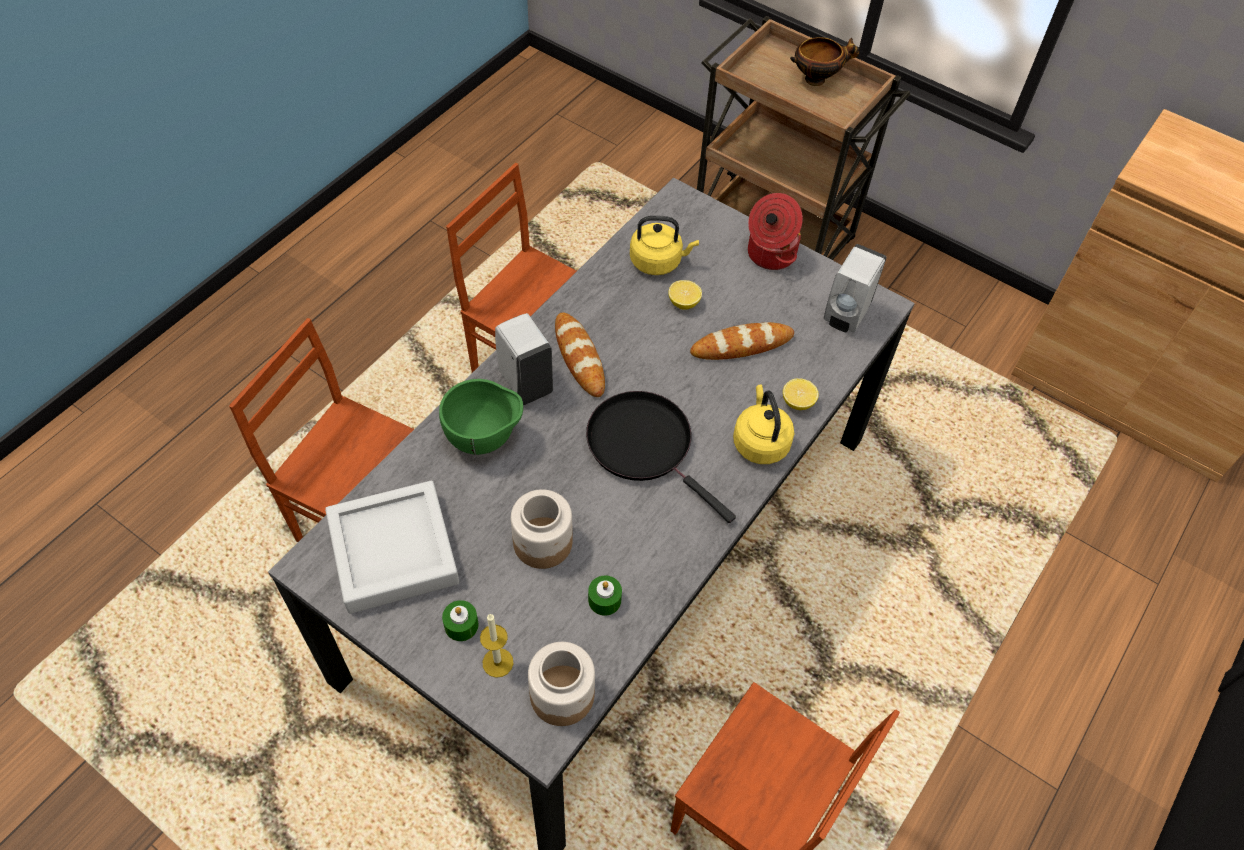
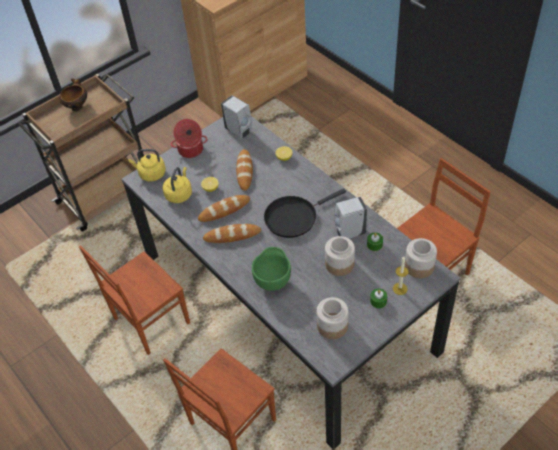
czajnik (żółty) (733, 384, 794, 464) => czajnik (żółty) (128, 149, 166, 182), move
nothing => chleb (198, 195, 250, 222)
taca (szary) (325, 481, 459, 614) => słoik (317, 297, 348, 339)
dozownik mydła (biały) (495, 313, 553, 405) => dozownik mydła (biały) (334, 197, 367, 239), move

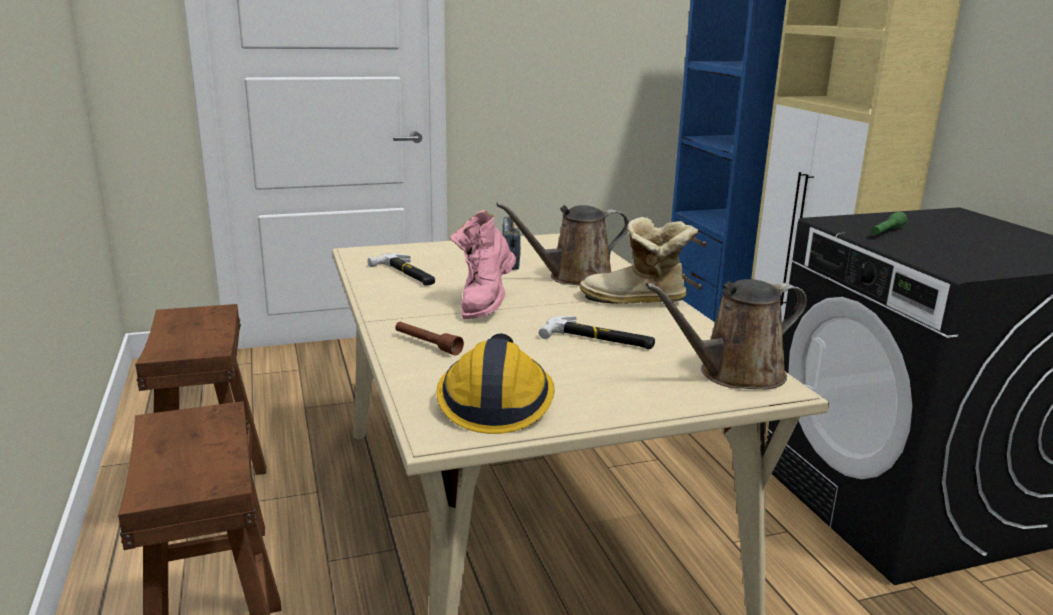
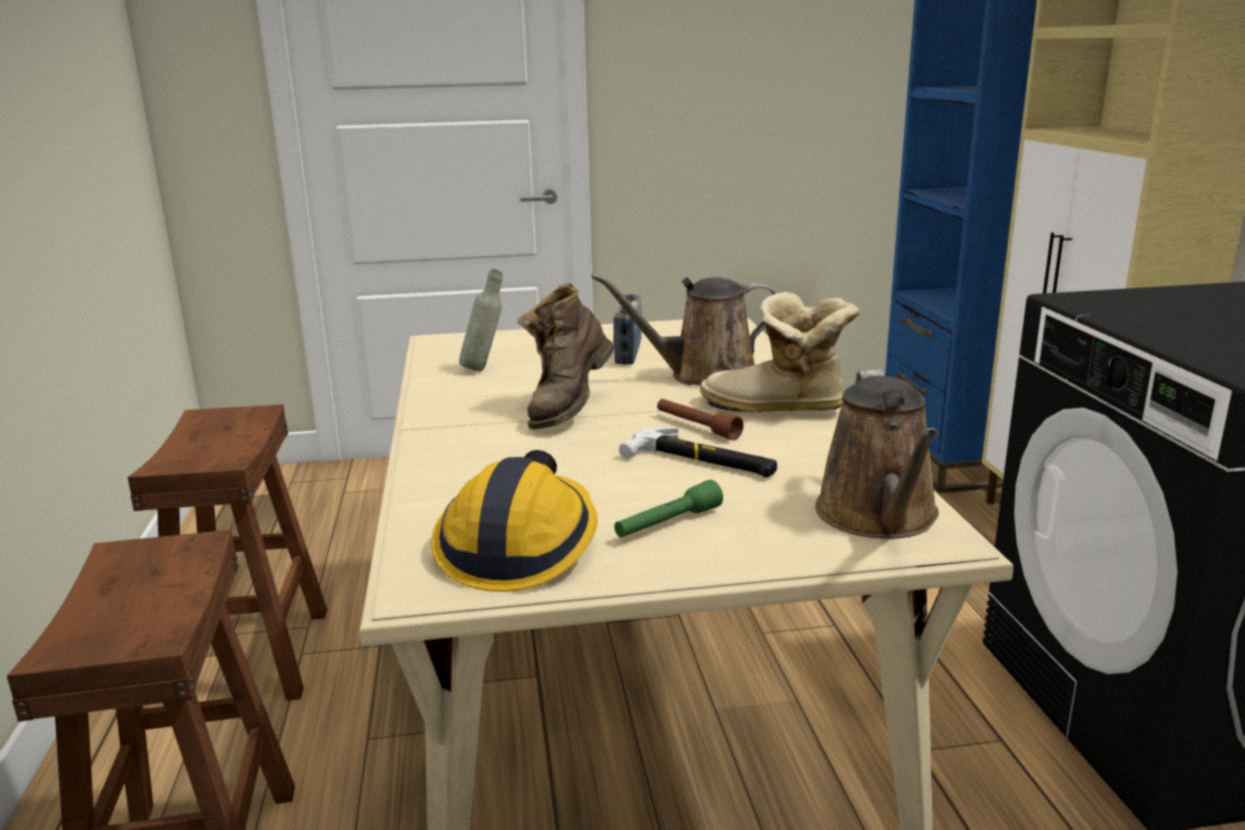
młotek (368, 253, 435, 286) => butelka (szary) (459, 269, 503, 371)
but z cholewką (różowy) (450, 210, 516, 319) => but z cholewką (brązowy) (518, 283, 614, 429)
latarka (zielony) (871, 212, 907, 235) => latarka (zielony) (614, 480, 723, 538), move
latarka (brązowy) (395, 322, 464, 356) => latarka (brązowy) (657, 399, 744, 440), move
konewka (brązowy) (645, 279, 807, 390) => konewka (brązowy) (815, 369, 939, 539), 75 degrees counterclockwise

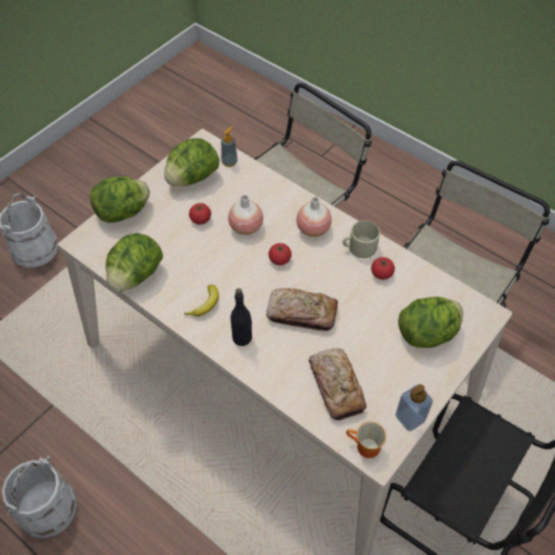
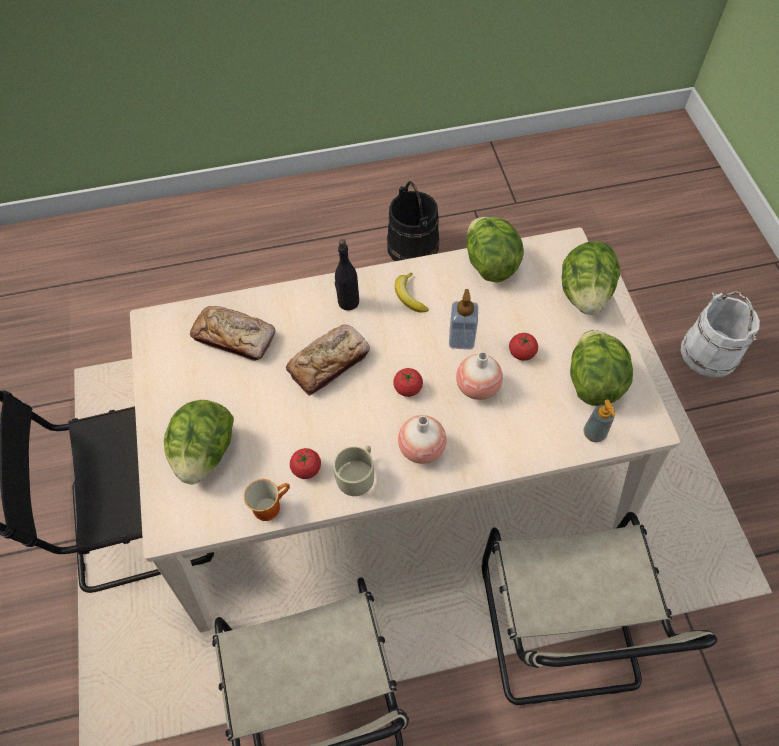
kubek (346, 422, 386, 458) => kubek (244, 479, 290, 521), move
wiadro (biały) (2, 456, 77, 538) => wiadro (czarny) (387, 181, 440, 261)
dozownik mydła (395, 384, 433, 431) => dozownik mydła (449, 289, 478, 349), move

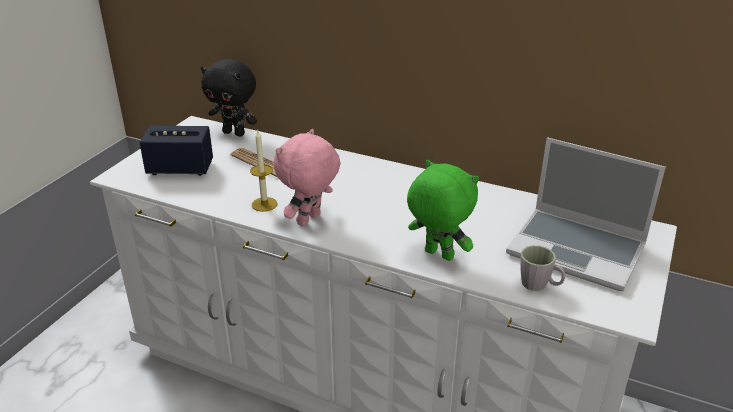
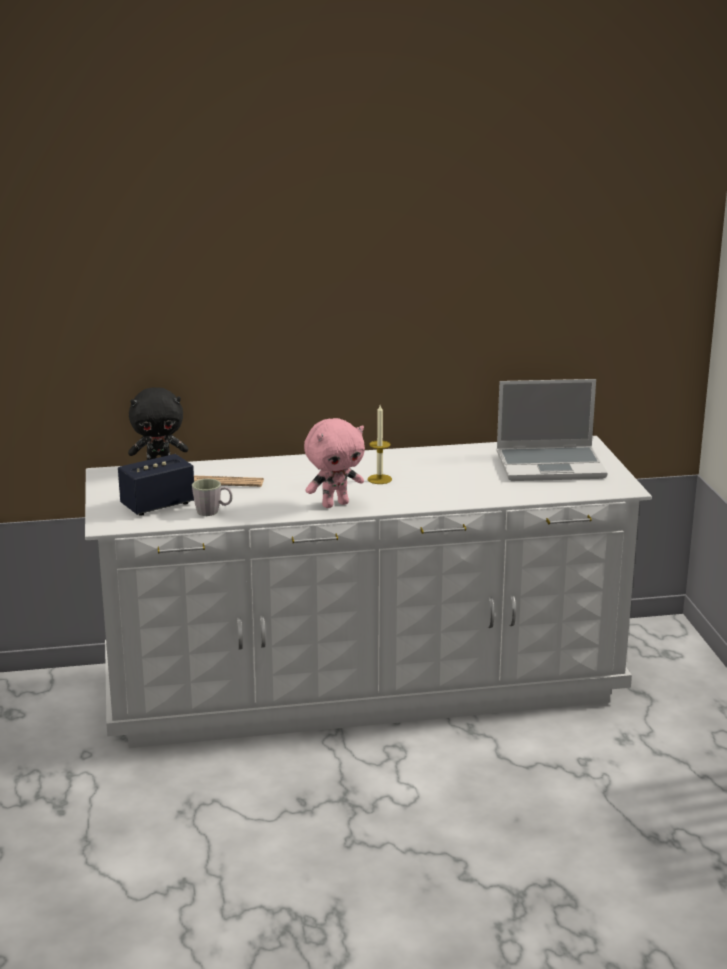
kubek (szary) (520, 245, 565, 291) => kubek (szary) (192, 479, 233, 516), move
pluszak (różowy) (274, 129, 341, 226) => pluszak (różowy) (304, 418, 365, 508), 120 degrees counterclockwise
świeca (250, 131, 277, 212) => świeca (368, 405, 392, 484), move
pluszak (zielony) (407, 160, 479, 261) => nothing

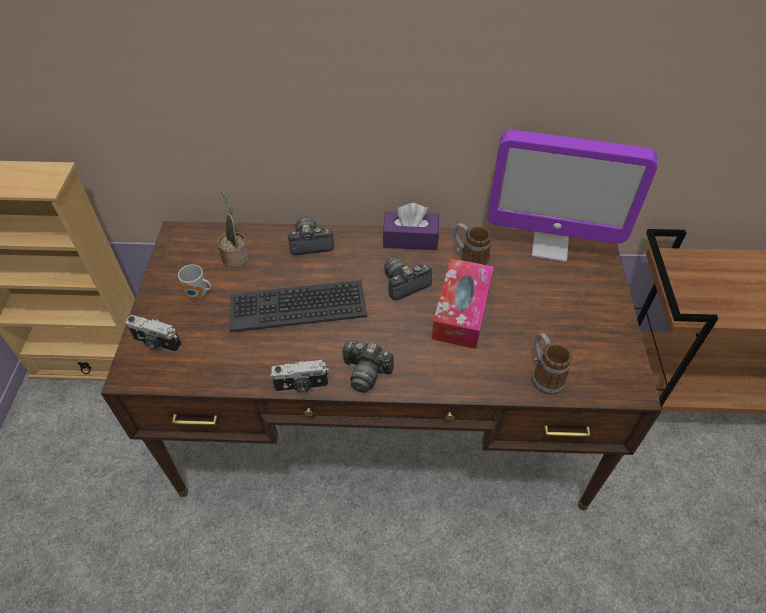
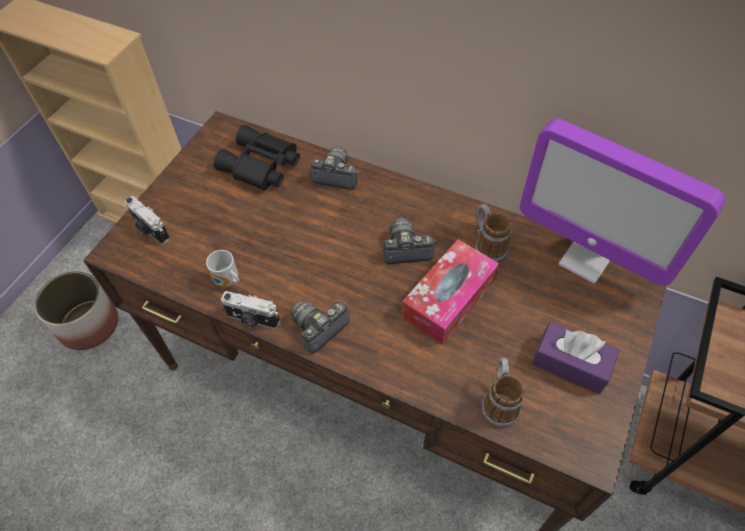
nothing => donica (35, 271, 118, 350)
kubek (178, 264, 212, 299) => kubek (206, 250, 239, 287), move
roślina doniczkowa (217, 189, 249, 268) => lornetka (czarny) (214, 125, 300, 191)
aparat fotograficzny (341, 340, 394, 393) => aparat fotograficzny (291, 300, 350, 354), 90 degrees clockwise
pudełko chusteczek (fioletowy) (383, 203, 439, 250) => pudełko chusteczek (fioletowy) (532, 322, 619, 394), move
klawiatura (230, 280, 367, 332) => nothing

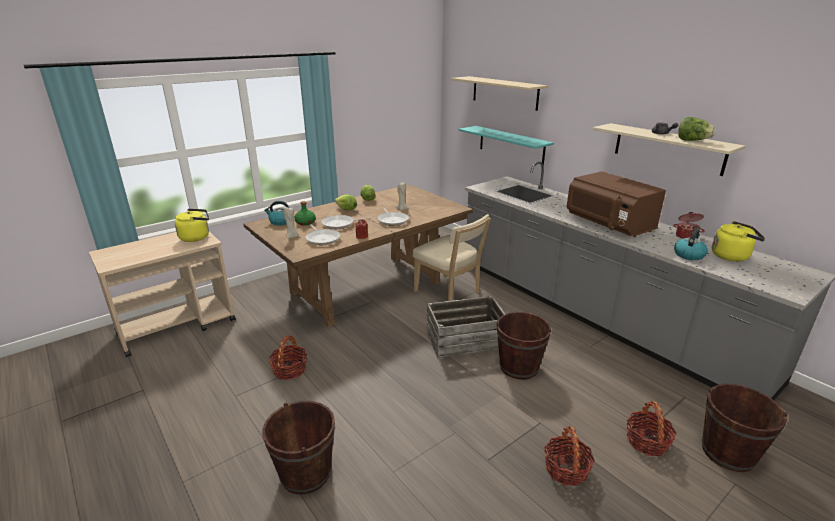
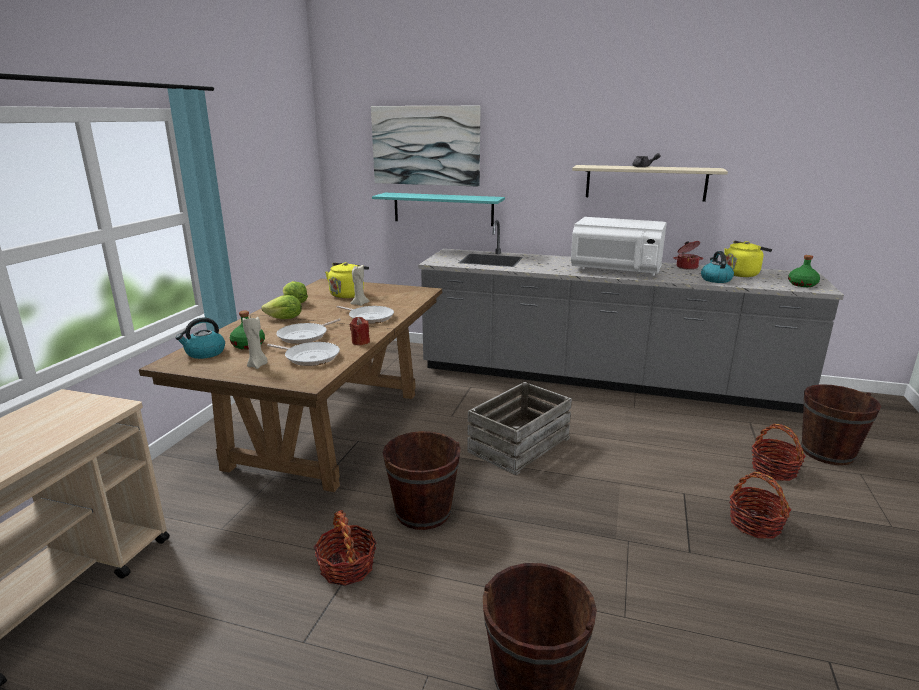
czajnik (żółty) (175, 209, 209, 242) => czajnik (żółty) (325, 262, 369, 298), move
półka (beżowy) (451, 76, 548, 111) => obraz (371, 106, 480, 187)
wiadro (brązowy) (497, 312, 551, 380) => wiadro (brązowy) (383, 431, 461, 530), move
mikrofalówka (brązowy) (567, 171, 666, 237) => mikrofalówka (biały) (571, 217, 667, 276)
nothing => butelka (zielony) (788, 255, 820, 287)
krzesło (beżowy) (413, 214, 491, 301) => nothing
sałata (678, 117, 716, 141) => nothing

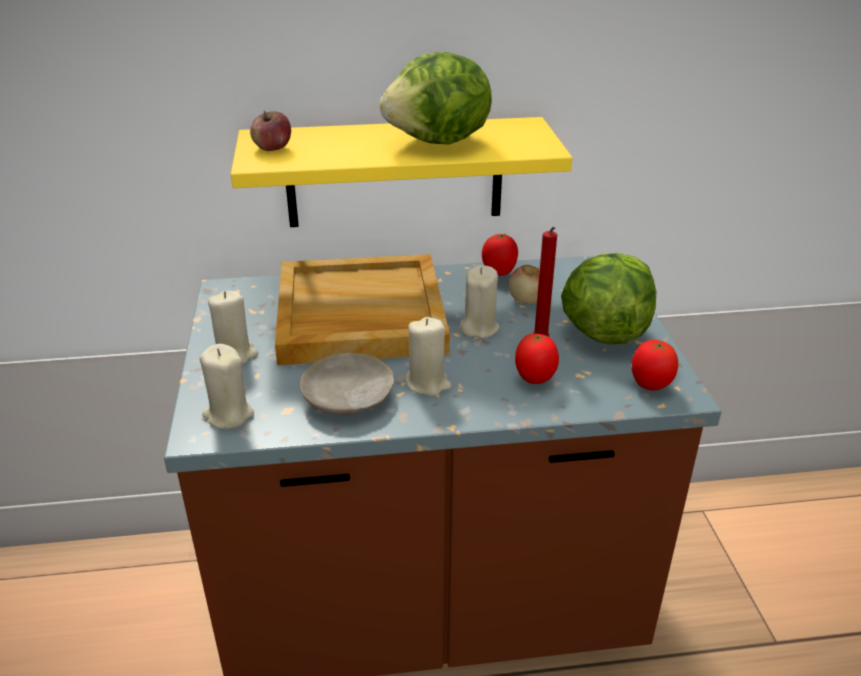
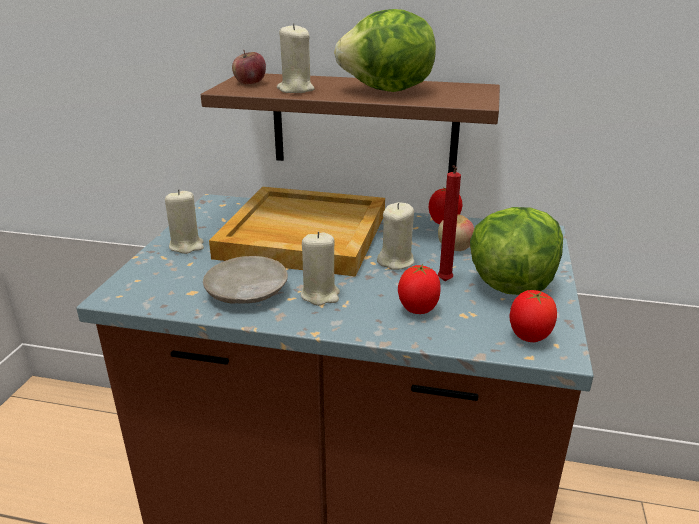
półka (żółty) (231, 117, 573, 227) => półka (brązowy) (201, 74, 500, 173)
świeca (beżowy) (200, 344, 254, 429) => świeca (beżowy) (277, 23, 315, 93), move

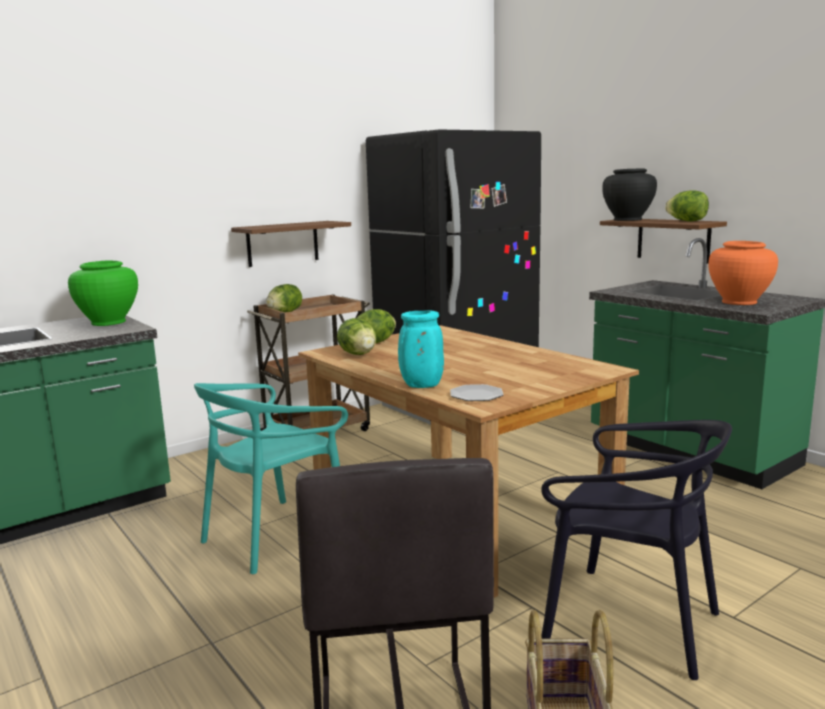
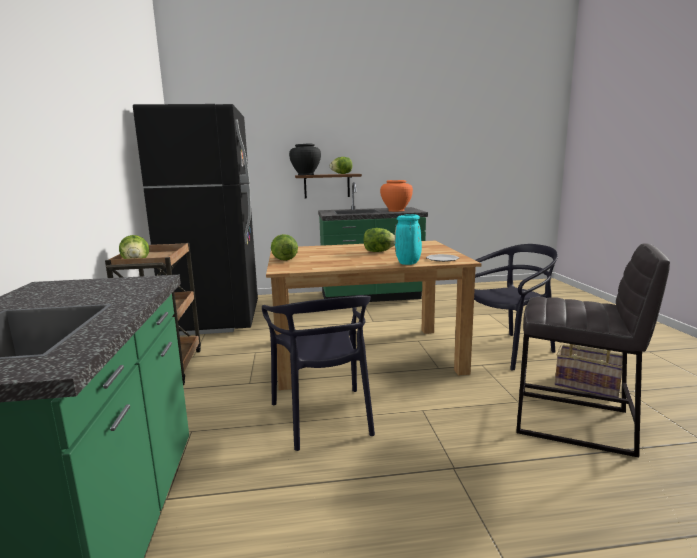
krzesło (turkusowy) (194, 383, 348, 574) => krzesło (czarny) (262, 295, 375, 451)
sałata (337, 318, 376, 355) => sałata (363, 228, 395, 252), move
wazon (zielony) (68, 261, 138, 326) => nothing
półka (brązowy) (231, 221, 351, 267) => nothing

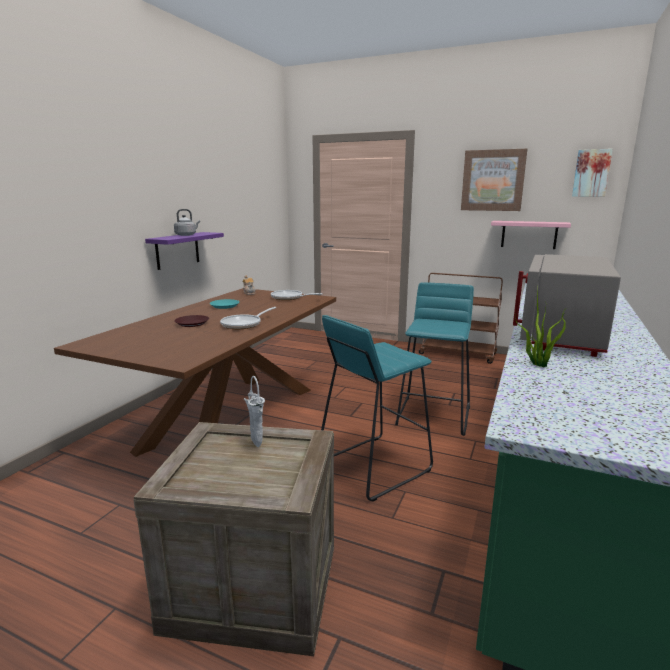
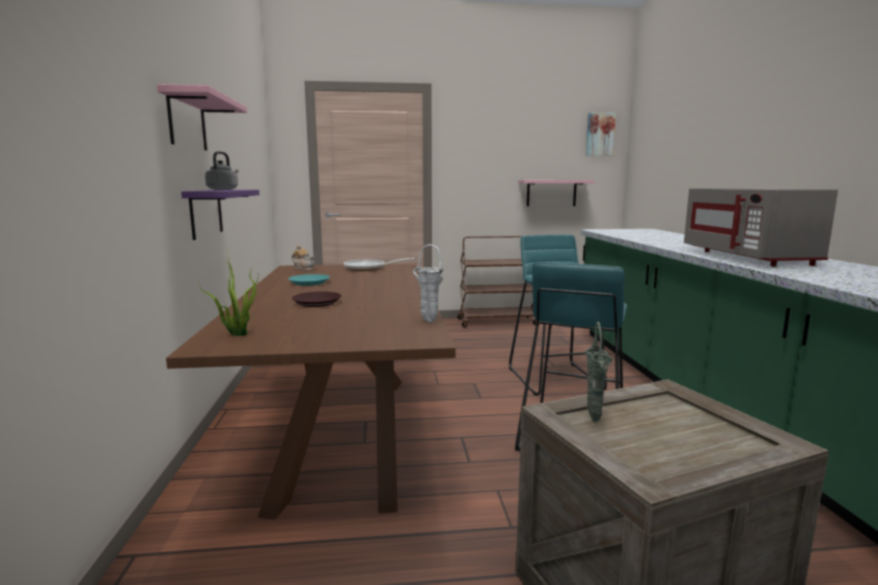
nothing => półka (różowy) (157, 84, 247, 150)
roślina doniczkowa (515, 285, 567, 367) => roślina doniczkowa (198, 254, 259, 336), move
wazon (biały) (244, 376, 265, 447) => wazon (biały) (413, 244, 444, 322), move
nothing => wazon (zielony) (585, 321, 613, 422)
patelnia (220, 307, 276, 329) => nothing
obraz (461, 149, 527, 211) => nothing

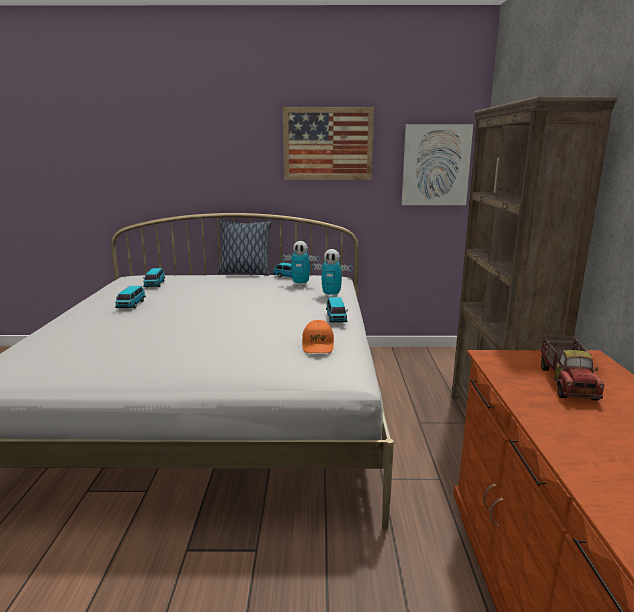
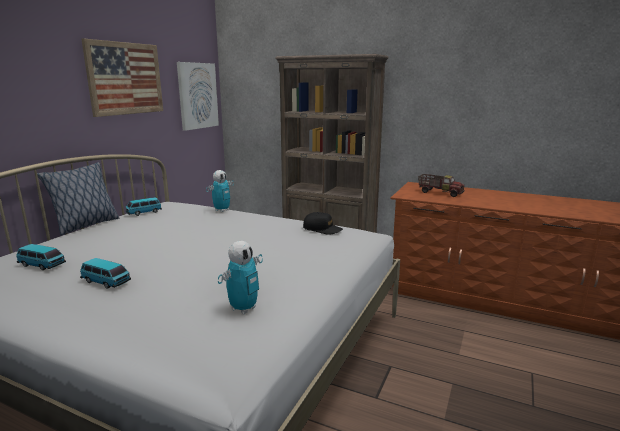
robot zabawkowy (282, 241, 320, 286) => robot zabawkowy (218, 241, 263, 314), move
czapka z daszkiem (pomarańczowy) (302, 320, 334, 353) => czapka z daszkiem (czarny) (303, 212, 343, 235)
samochodzik (326, 297, 348, 323) => nothing

